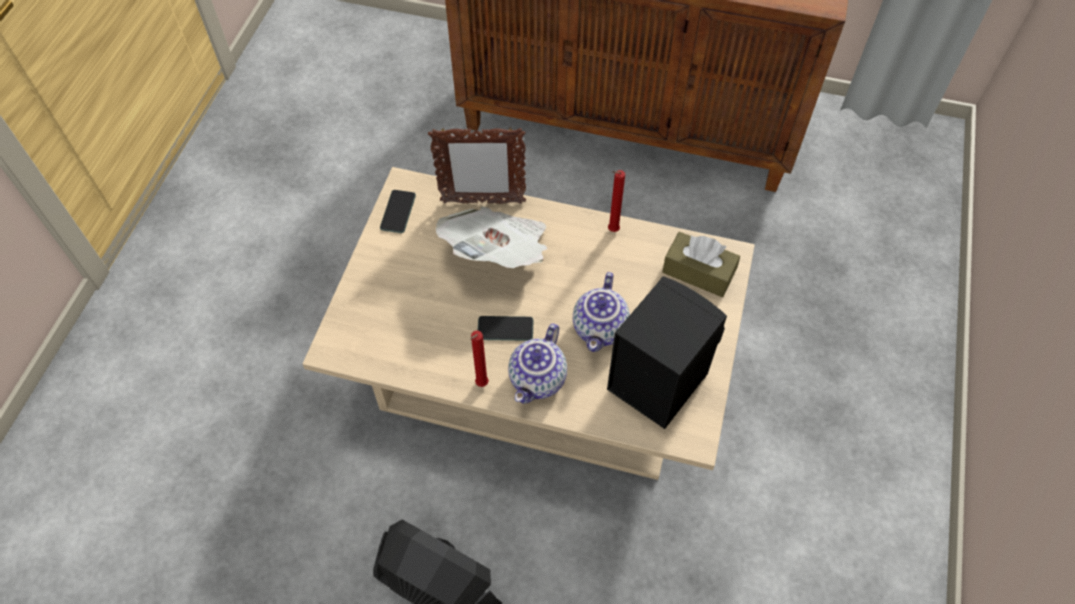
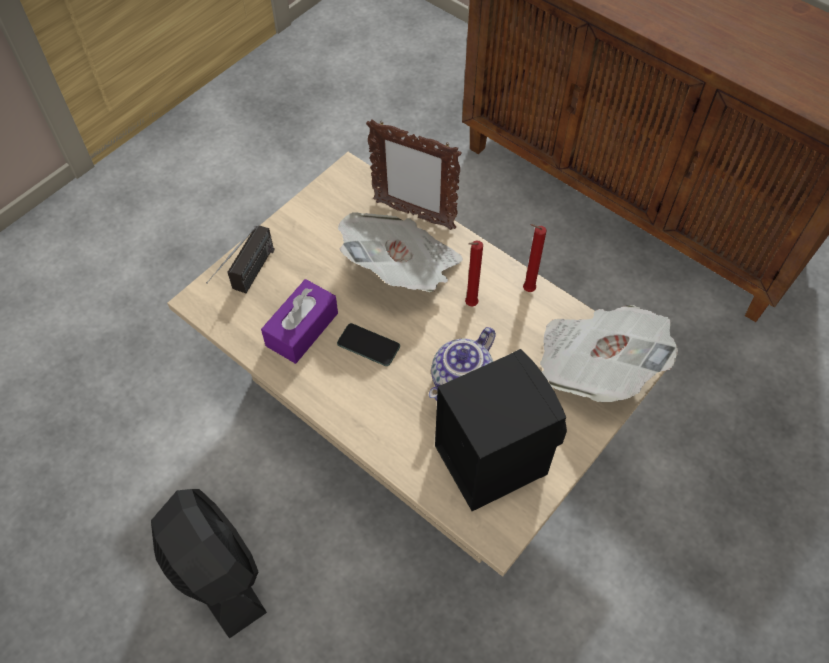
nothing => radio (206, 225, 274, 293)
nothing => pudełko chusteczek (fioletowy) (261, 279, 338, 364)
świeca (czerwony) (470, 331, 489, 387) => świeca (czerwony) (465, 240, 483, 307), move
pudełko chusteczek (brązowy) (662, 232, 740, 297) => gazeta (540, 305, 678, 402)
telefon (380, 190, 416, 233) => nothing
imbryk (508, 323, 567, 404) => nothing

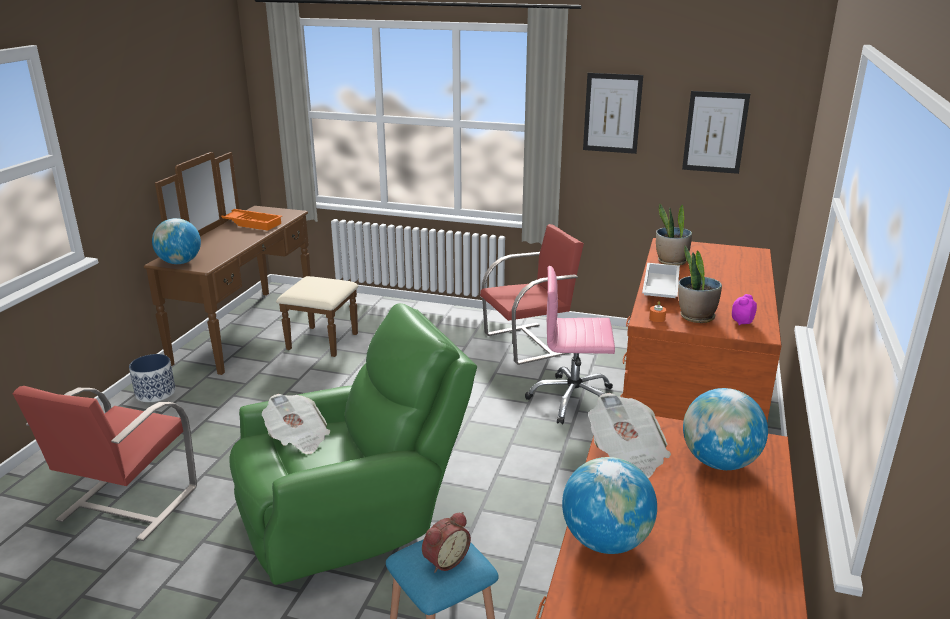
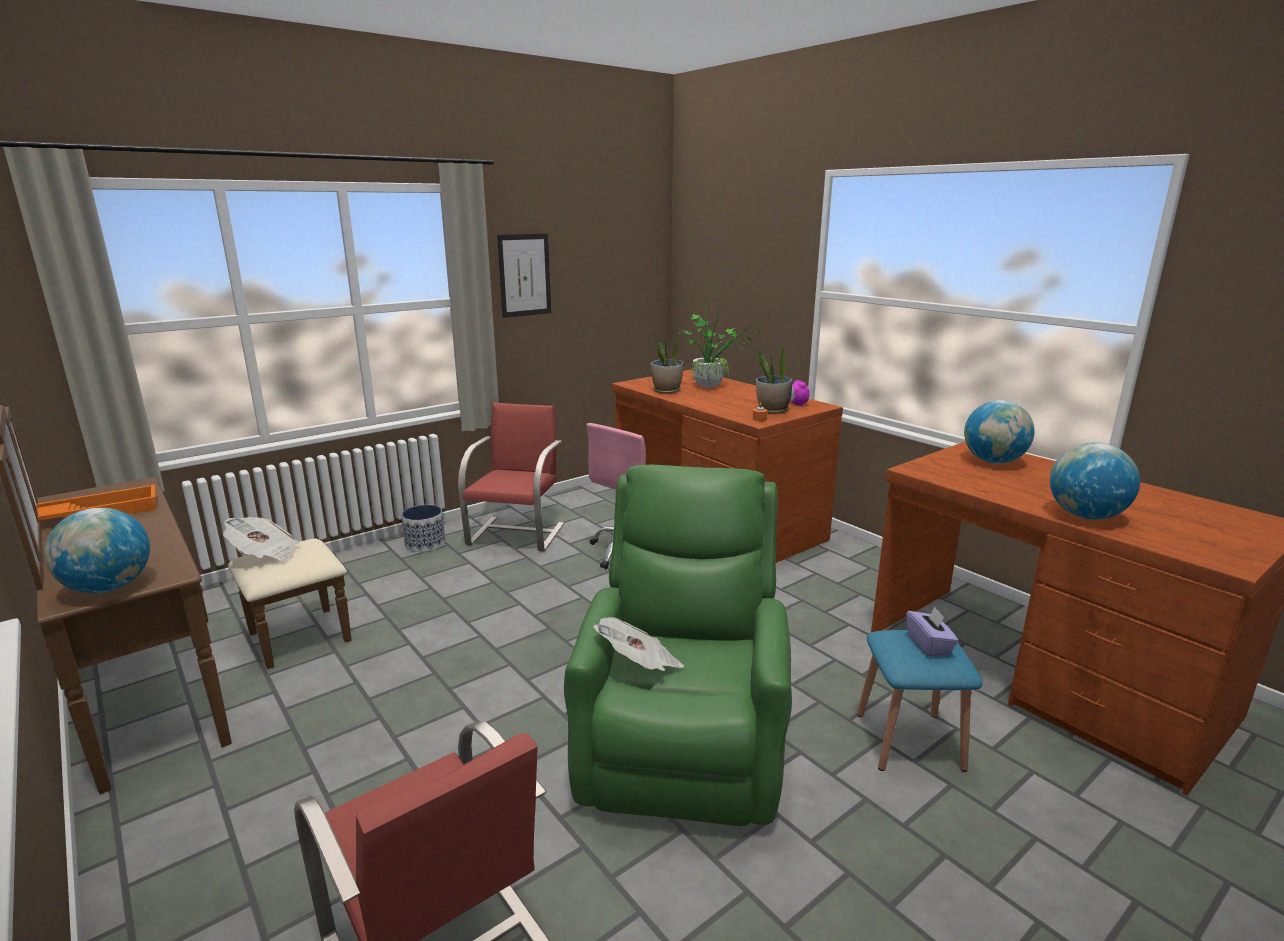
gazeta (588, 393, 671, 478) => gazeta (223, 517, 299, 561), move
donica (129, 354, 176, 402) => donica (401, 505, 445, 552), move
nothing => roślina doniczkowa (680, 304, 762, 388)
budzik (422, 512, 471, 573) => pudełko chusteczek (fioletowy) (906, 606, 958, 657)
taca (biały) (642, 263, 680, 298) => nothing
obraz (682, 91, 750, 174) => nothing

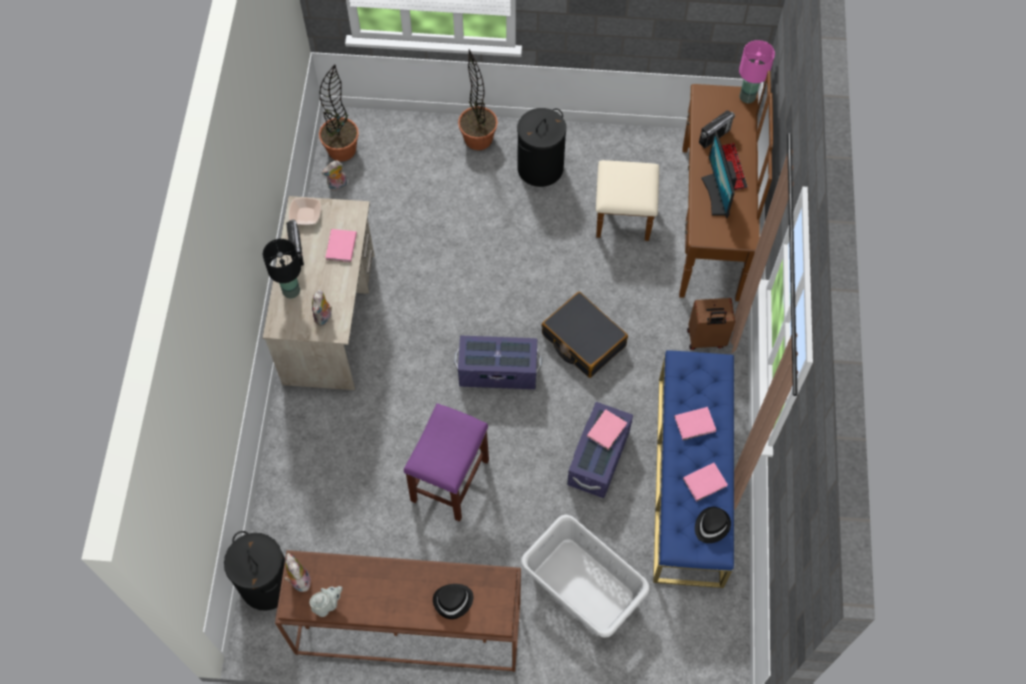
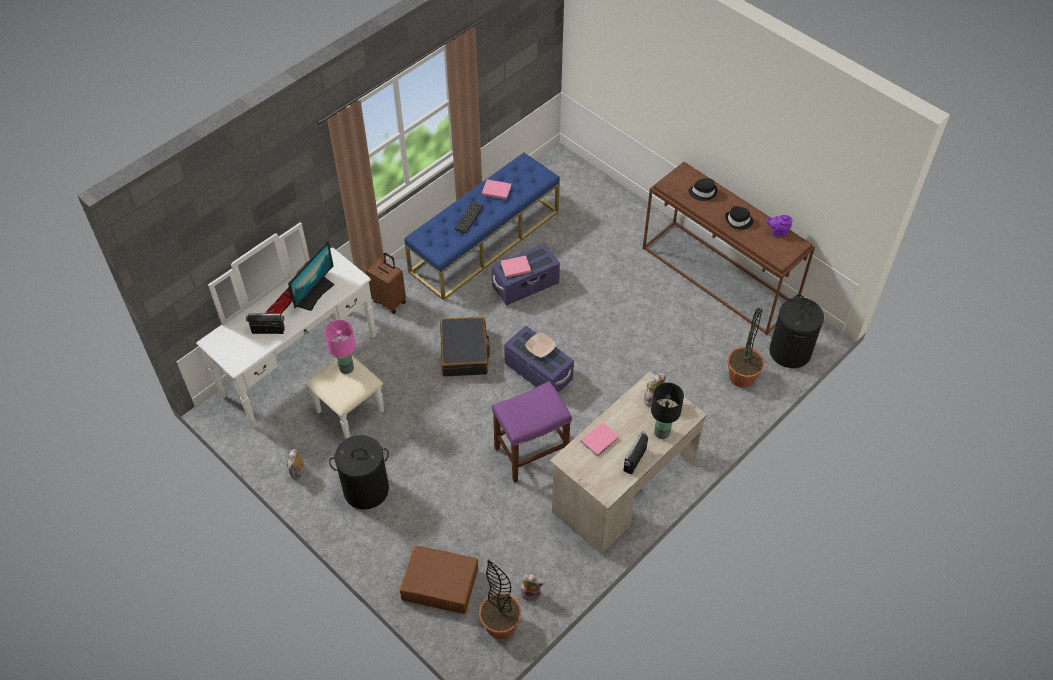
komoda (brązowy) (596, 71, 773, 301) => komoda (biały) (196, 222, 384, 439)
pluszak (284, 553, 312, 592) => pluszak (287, 449, 305, 480), move
lampa stołowa (różowy) (739, 40, 775, 103) => lampa stołowa (różowy) (325, 320, 356, 374), move
nothing => walizka (brązowy) (400, 545, 478, 614)
książka (różowy) (674, 407, 716, 440) => klawiatura (455, 201, 484, 233)
stołek (fioletowy) (404, 403, 489, 522) => stołek (fioletowy) (492, 381, 572, 483), move
miska (289, 198, 321, 225) => miska (525, 333, 556, 358), move
kapelusz (czarny) (695, 507, 731, 543) => kapelusz (czarny) (725, 206, 754, 230), move
roślina doniczkowa (458, 49, 498, 150) => roślina doniczkowa (727, 308, 764, 388), move
imbryk (szary) (309, 586, 342, 617) => imbryk (fioletowy) (766, 215, 792, 237)
kosz na pranie (szary) (520, 515, 650, 638) => nothing

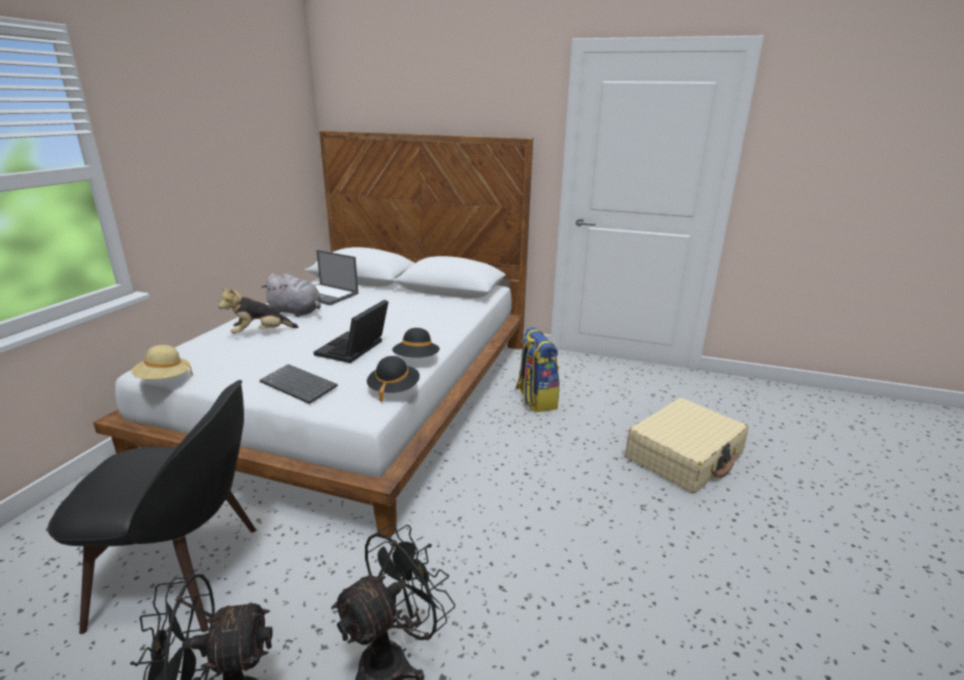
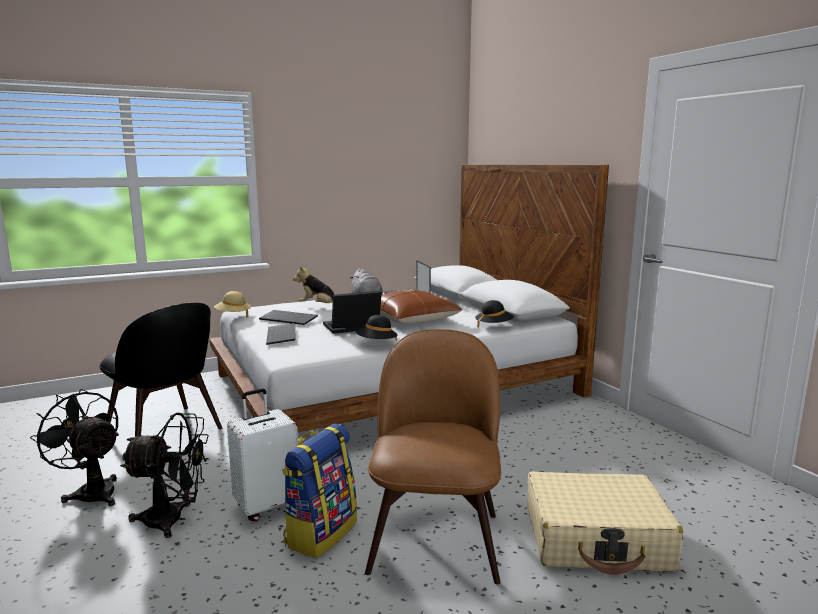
nothing => walizka (biały) (227, 389, 298, 521)
nothing => klawiatura (259, 310, 318, 325)
plecak (515, 327, 560, 412) => plecak (282, 424, 357, 558), move
nothing => krzesło (brązowy) (365, 329, 501, 584)
nothing => poduszka (brązowy) (380, 290, 462, 324)
kapelusz (czarny) (367, 356, 420, 402) => kapelusz (czarny) (475, 300, 514, 328), move

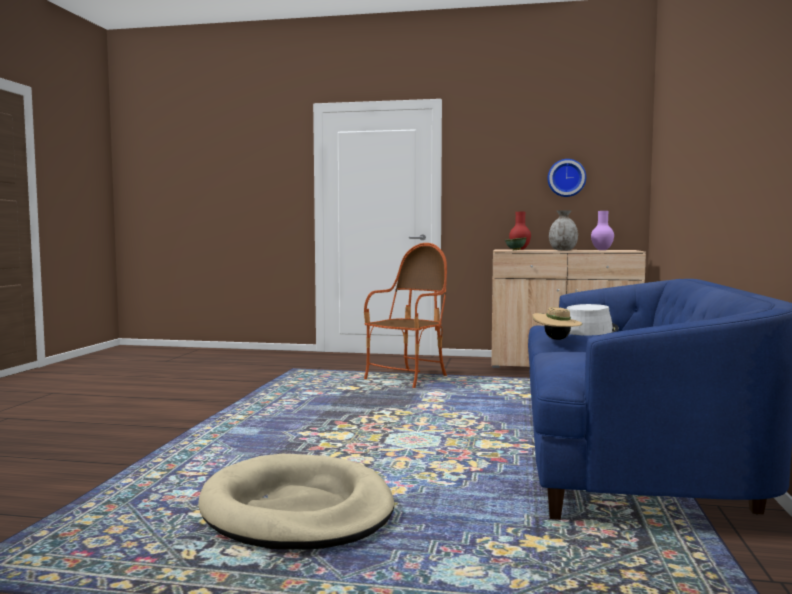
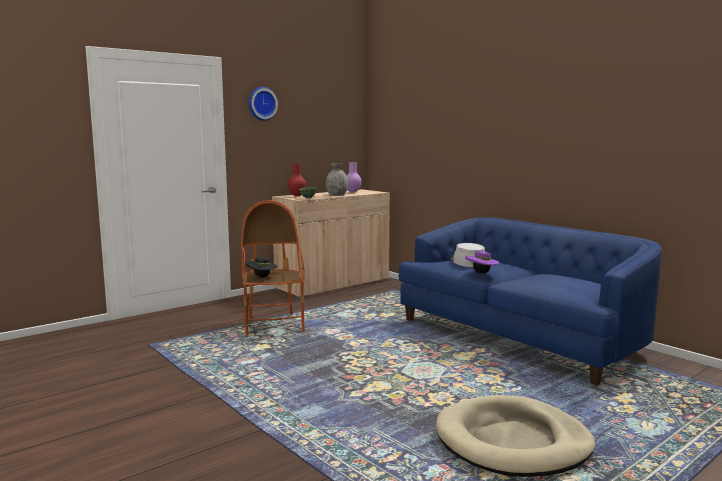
nothing => kapelusz (czarny) (246, 256, 278, 278)
zegar ścienny (548, 159, 586, 197) => zegar ścienny (249, 87, 278, 121), move
kapelusz (beżowy) (532, 307, 582, 340) => kapelusz (fioletowy) (465, 251, 499, 273)

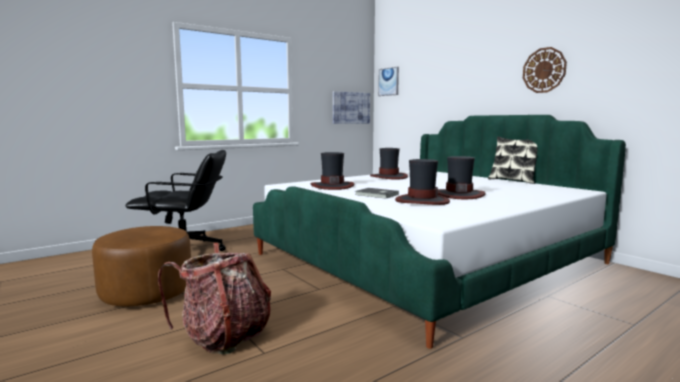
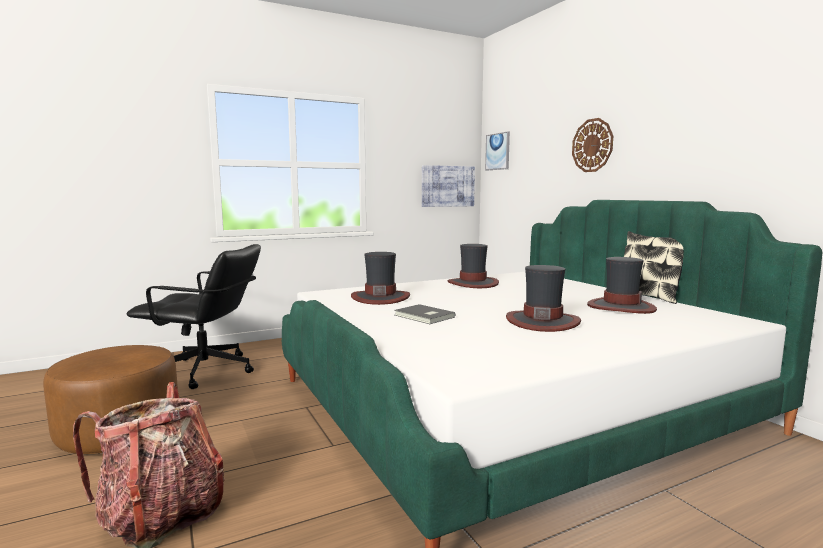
zegar ścienny (523, 47, 567, 93) => zegar ścienny (572, 118, 613, 172), move
kapelusz (395, 159, 450, 205) => kapelusz (587, 257, 657, 314), move

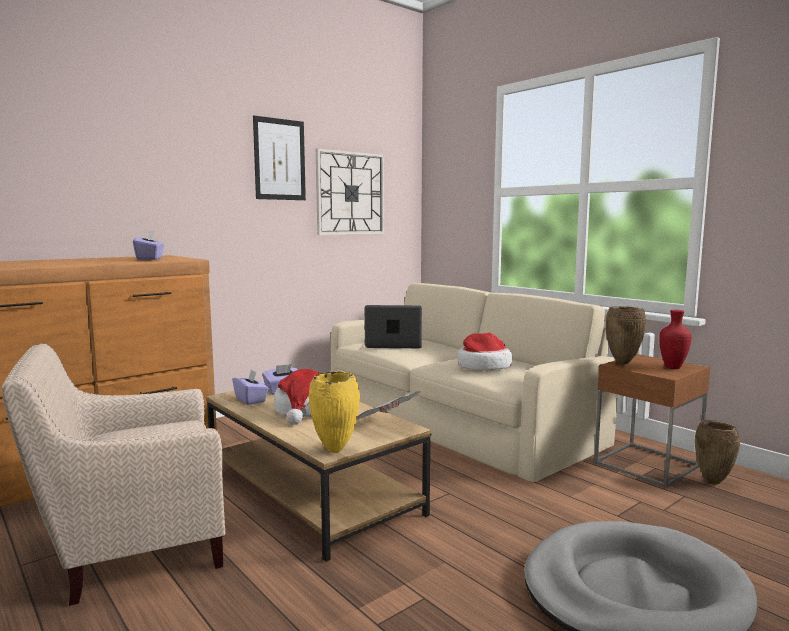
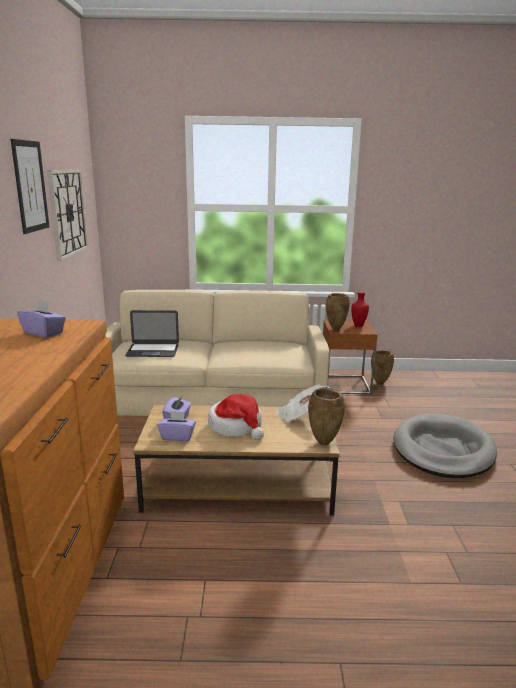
laptop (364, 305, 422, 348) => laptop (125, 310, 179, 357), 135 degrees counterclockwise
wazon (żółty) (309, 371, 360, 453) => wazon (brązowy) (308, 387, 345, 445)
fotel (beżowy) (1, 343, 226, 606) => nothing
kapelusz (457, 333, 512, 370) => nothing

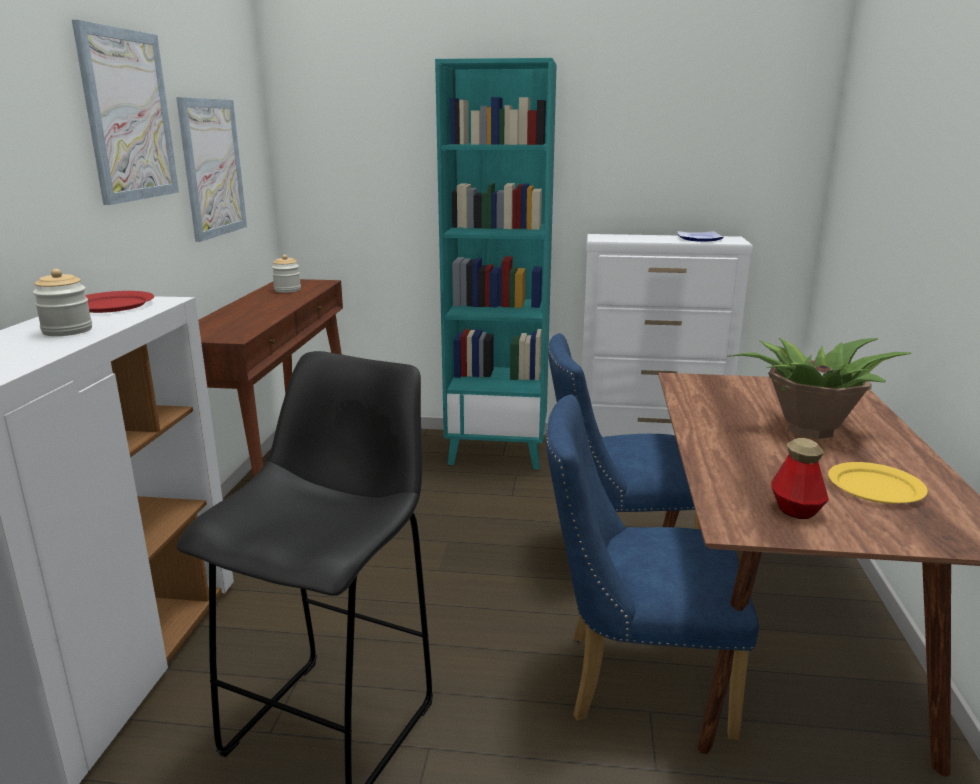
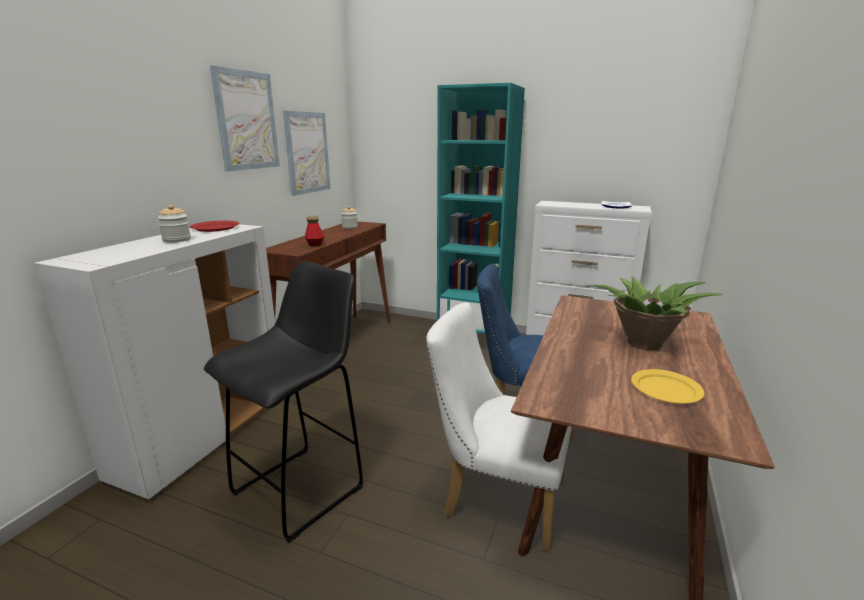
butelka (771, 438, 829, 519) => butelka (305, 215, 324, 246), move
krzesło (niebieski) (546, 395, 759, 740) => krzesło (biały) (426, 302, 572, 552)

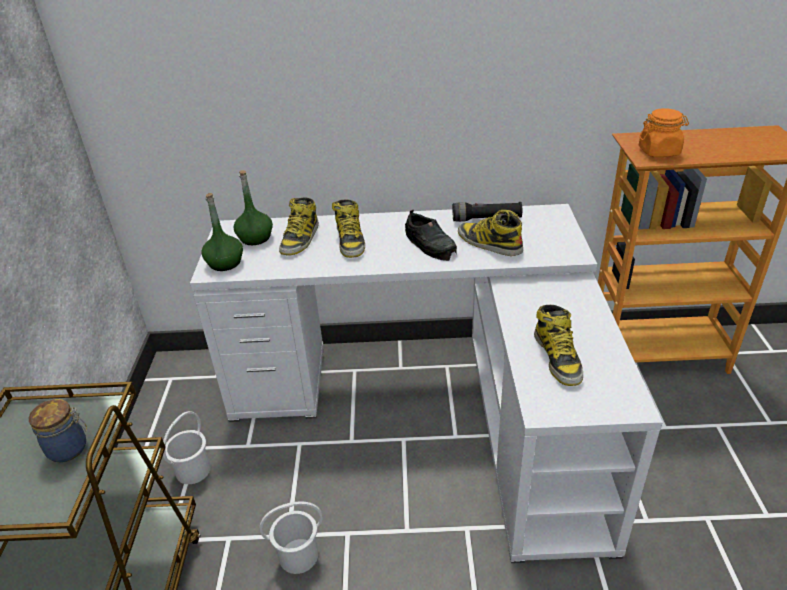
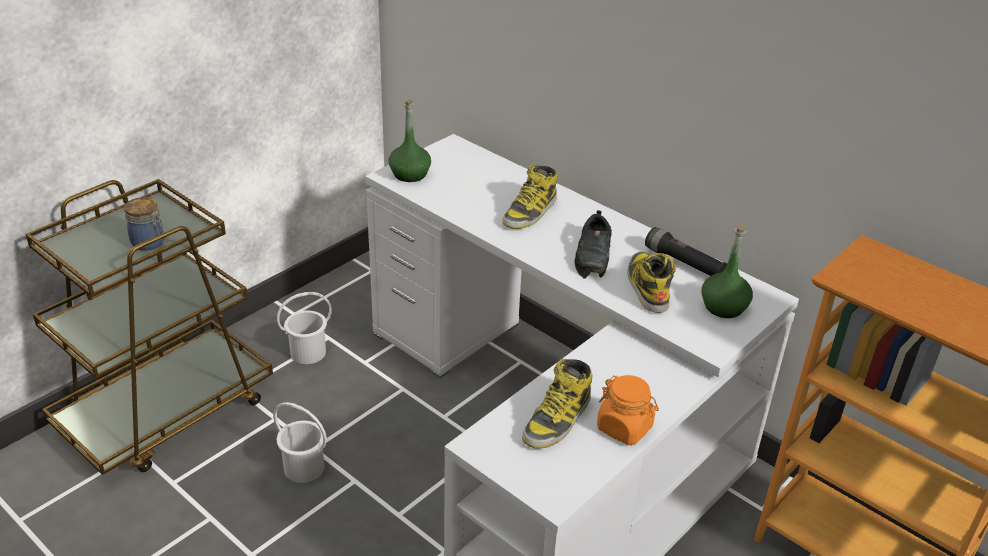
słoik (pomarańczowy) (639, 108, 689, 157) => słoik (pomarańczowy) (597, 375, 659, 445), move
butelka (zielony) (234, 170, 273, 245) => butelka (zielony) (701, 224, 753, 318), move
but z cholewką (279, 198, 319, 256) => nothing

